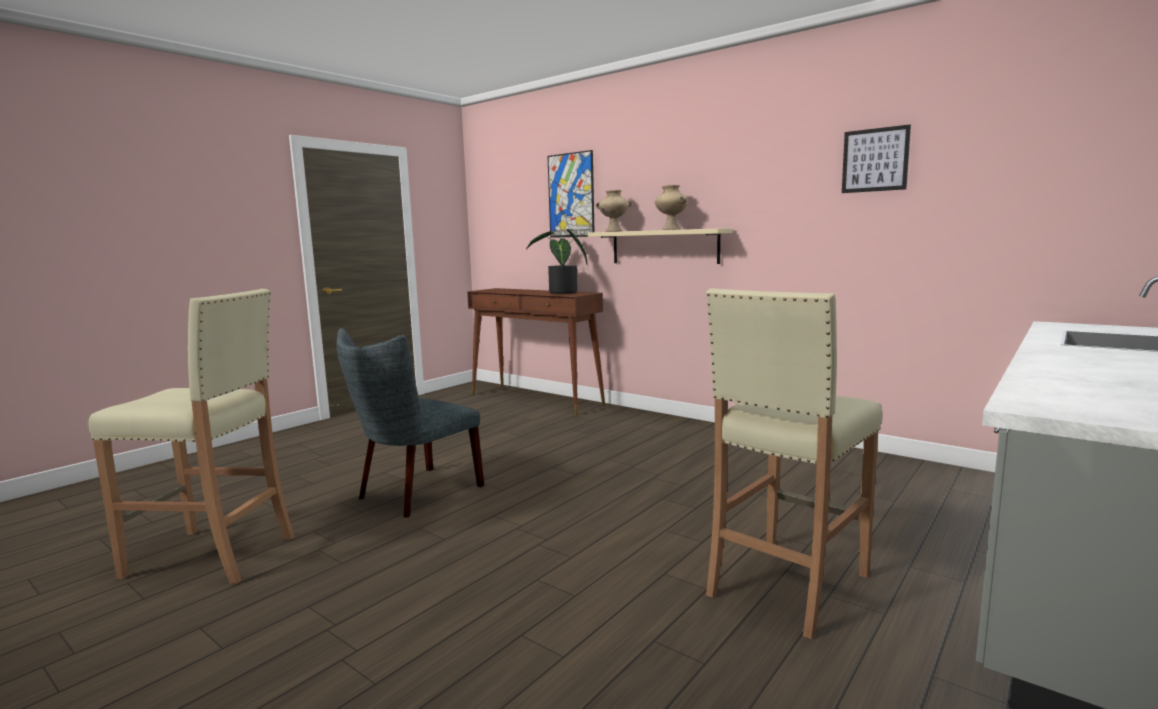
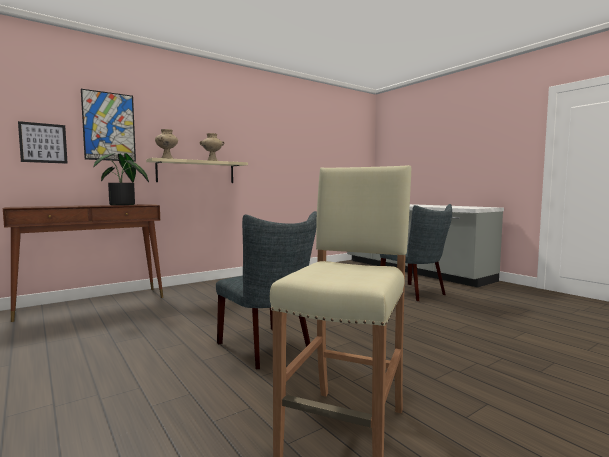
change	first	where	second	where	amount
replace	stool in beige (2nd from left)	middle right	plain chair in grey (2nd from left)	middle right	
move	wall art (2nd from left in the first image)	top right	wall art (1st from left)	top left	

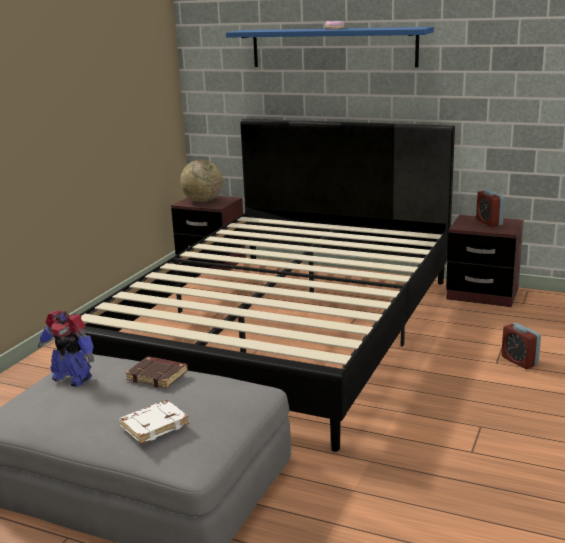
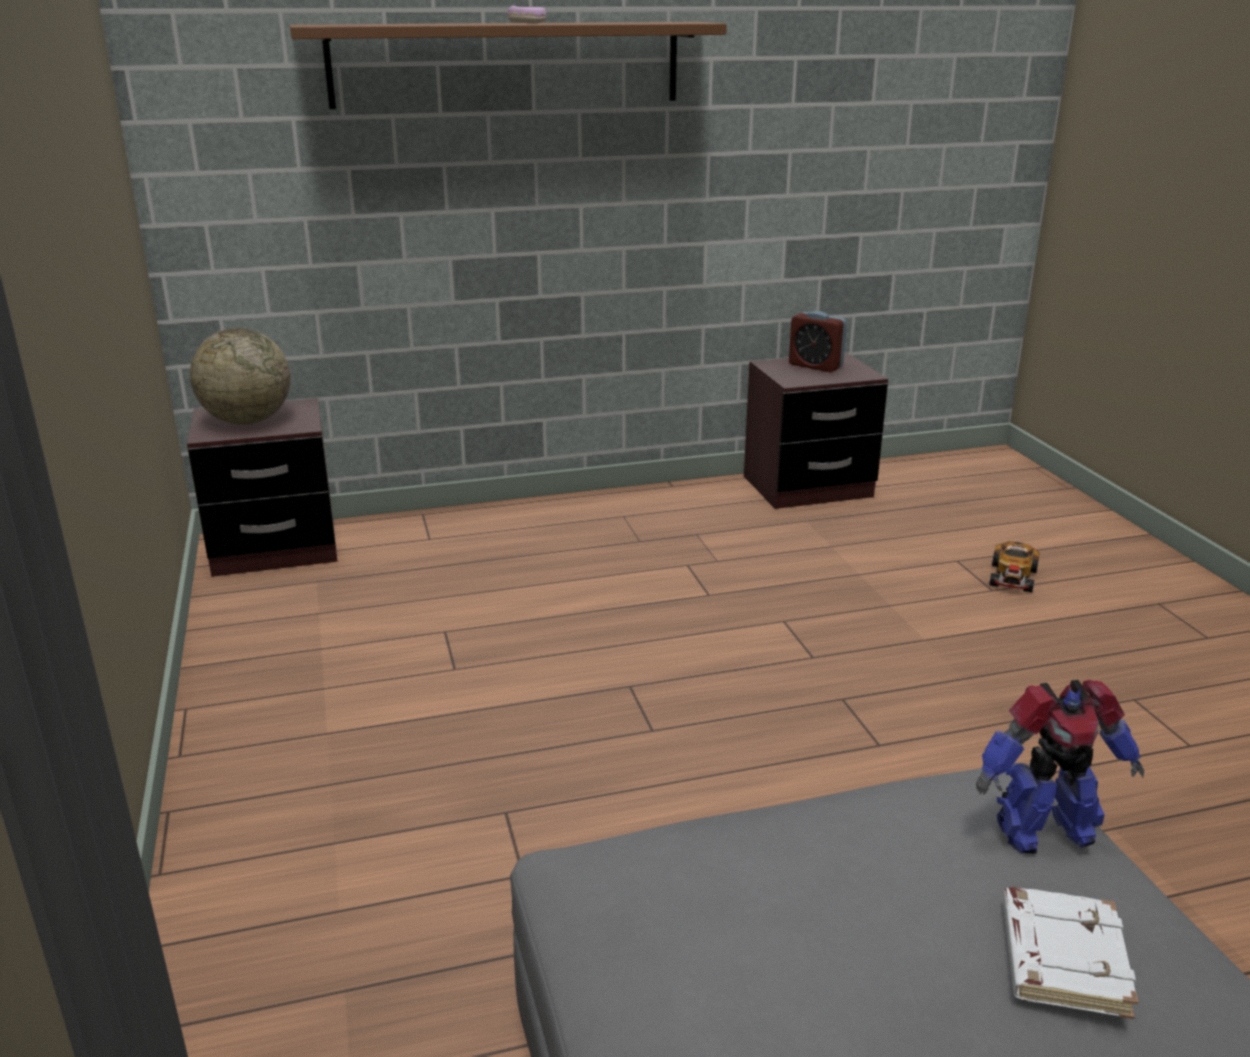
change	first	where	second	where	amount
move	robot figure	middle left		bottom right	
delete	bedroom bed in black-coloured	centre			
delete	volume in brown-coloured	bottom left			
recolor	wall shelf in bluish	top centre	wall shelf in brown-coloured	top centre	
replace	alarm clock (2nd from left)	middle right	miniature car	middle right	

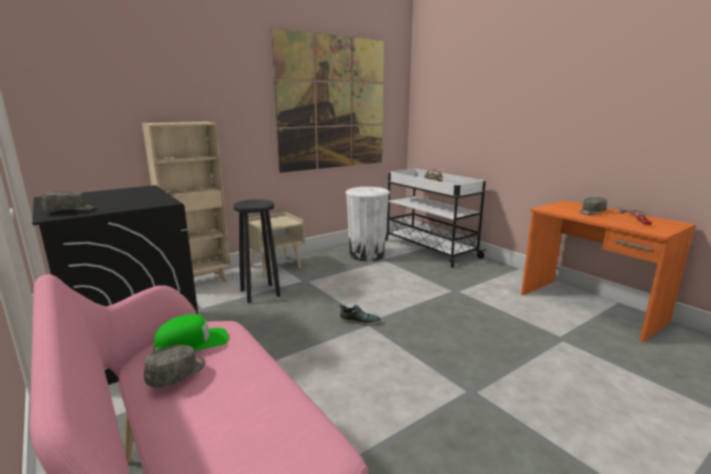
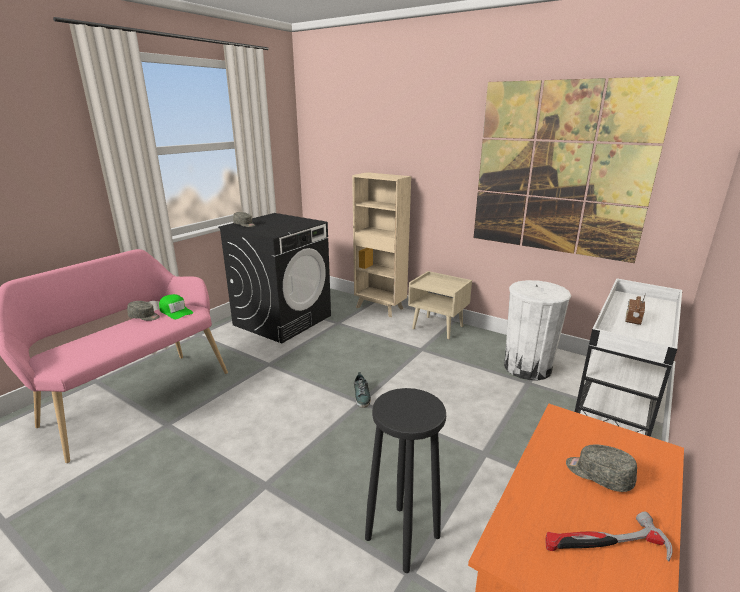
change	first	where	second	where	amount
move	stool in black-coloured	centre		bottom centre	

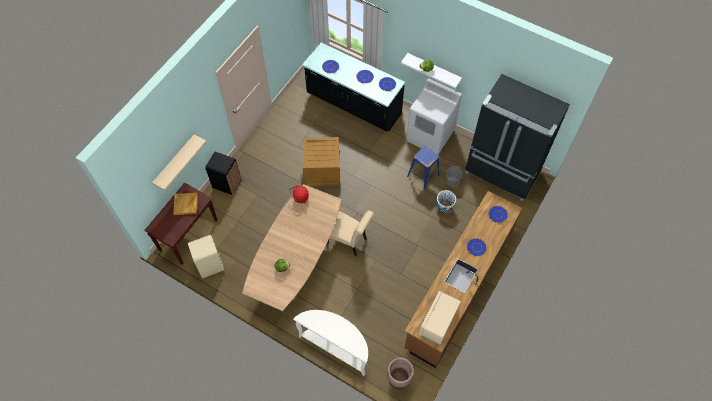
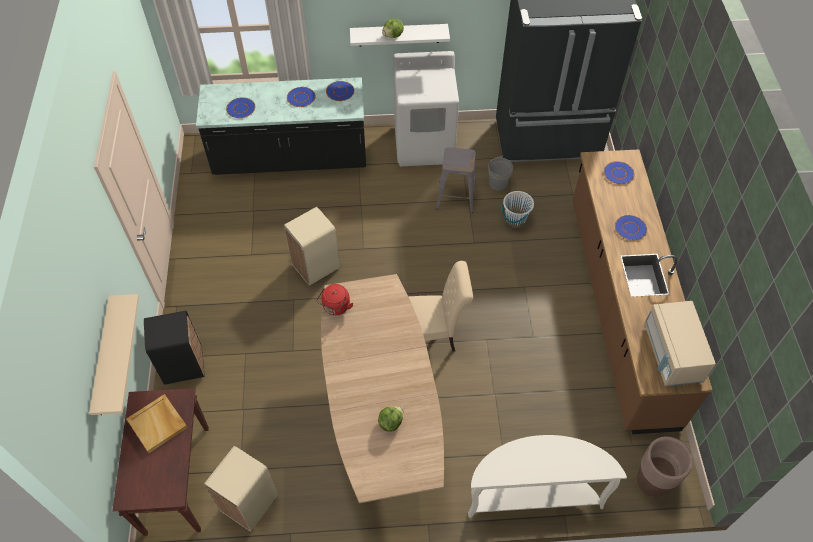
change	first	where	second	where	amount
replace	packing crate	centre	waste bin in beige (2nd from left)	centre	
recolor	stool in bluish	centre	stool in grey	top centre	

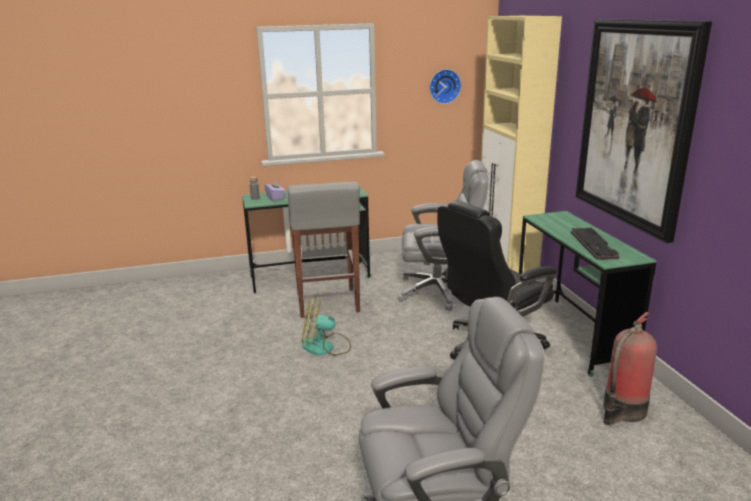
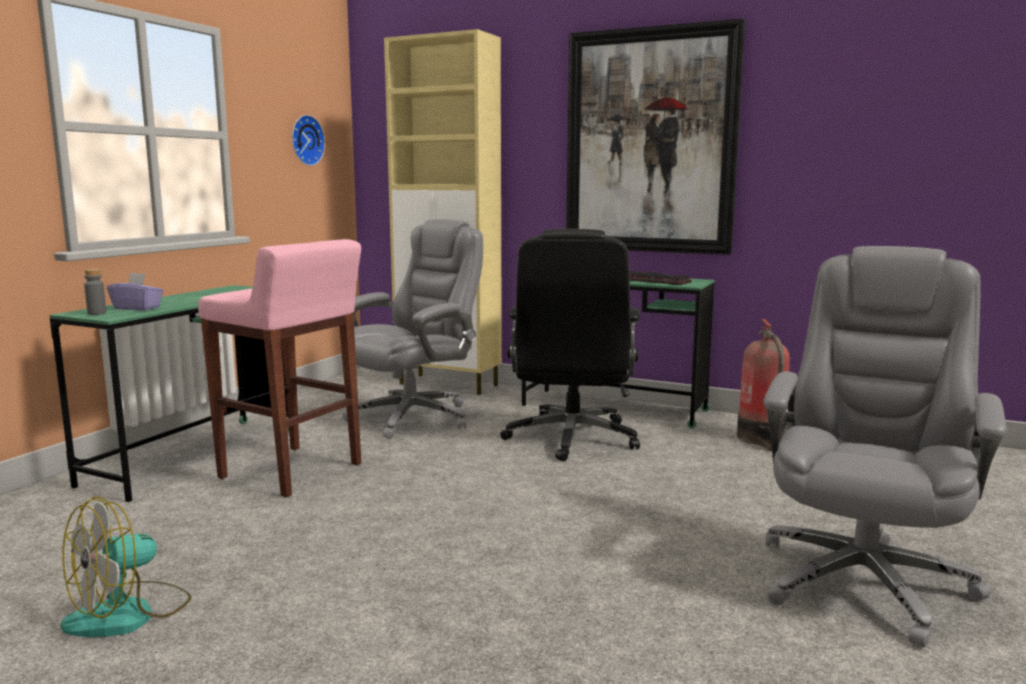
change	first	where	second	where	amount
recolor	stool in grey	centre	stool in pink-coloured	middle left	
move	fan	centre		bottom left	

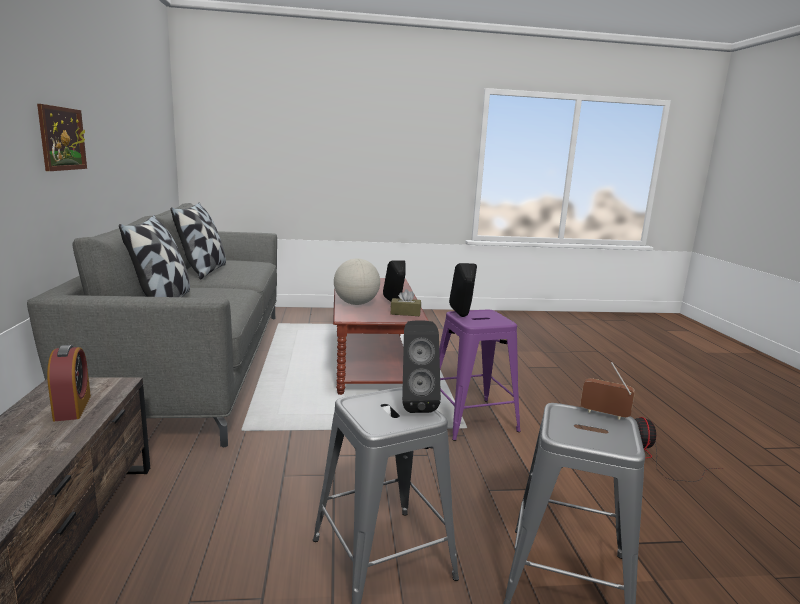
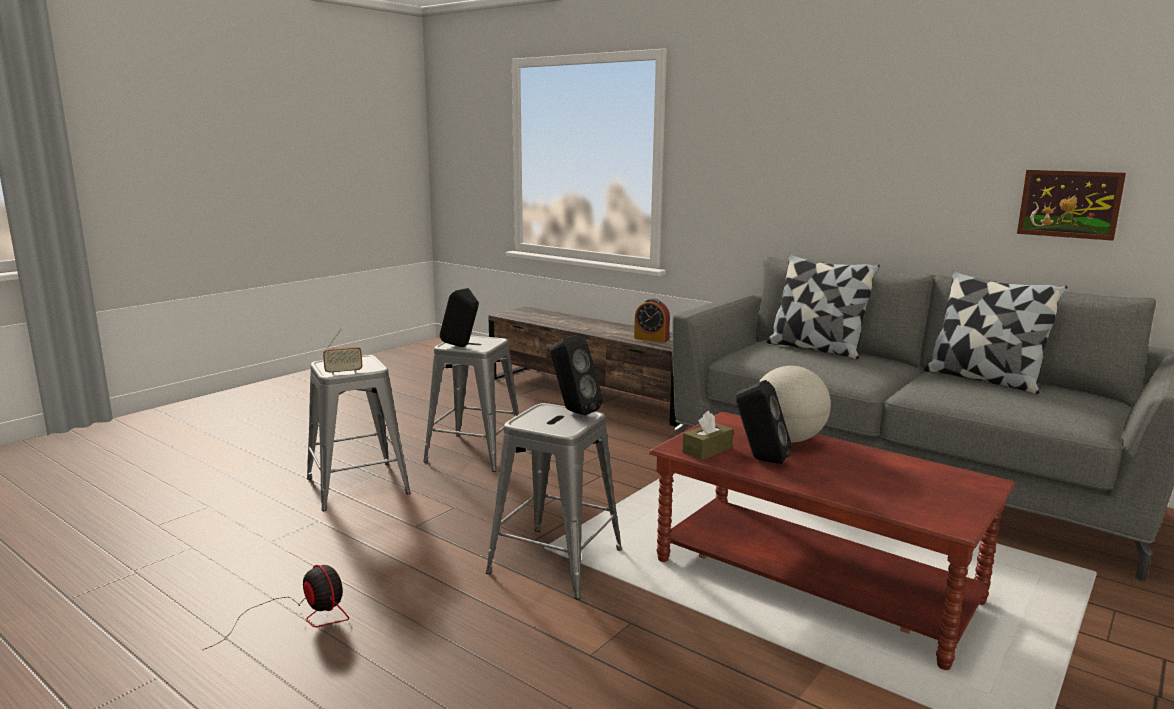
change	first	where	second	where	amount
move	wall art	top left		top right	
recolor	stool in purplish	centre	stool in grey (3rd from left)	bottom centre	

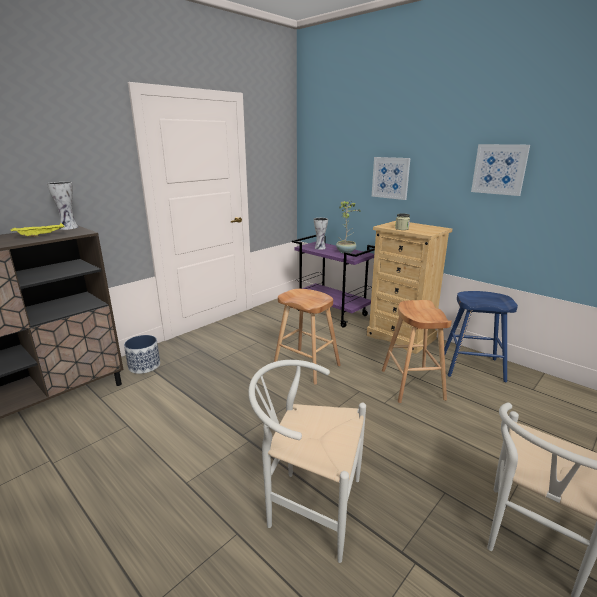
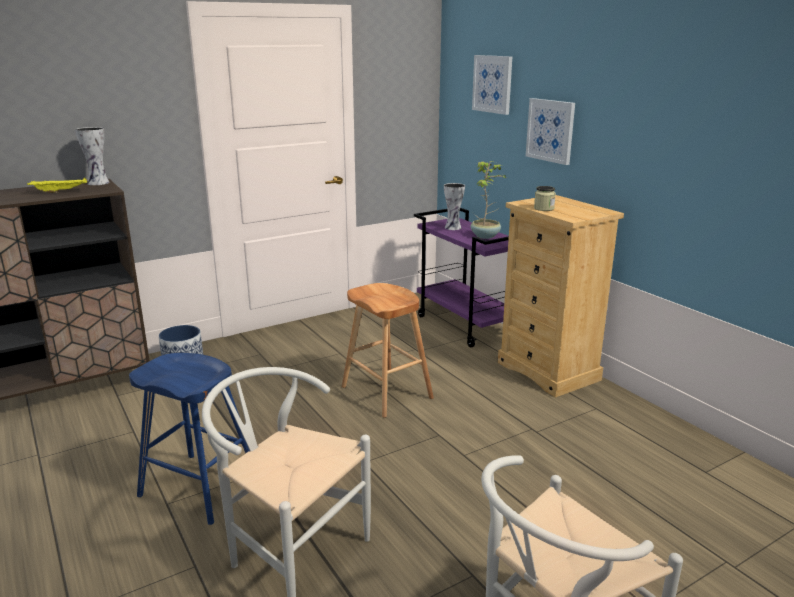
change	first	where	second	where	amount
delete	stool in brown-coloured (2nd from left)	middle right			
move	stool in bluish	middle right		bottom left	
move	wall art (2nd from left in the first image)	top right	wall art (1st from left)	top centre	

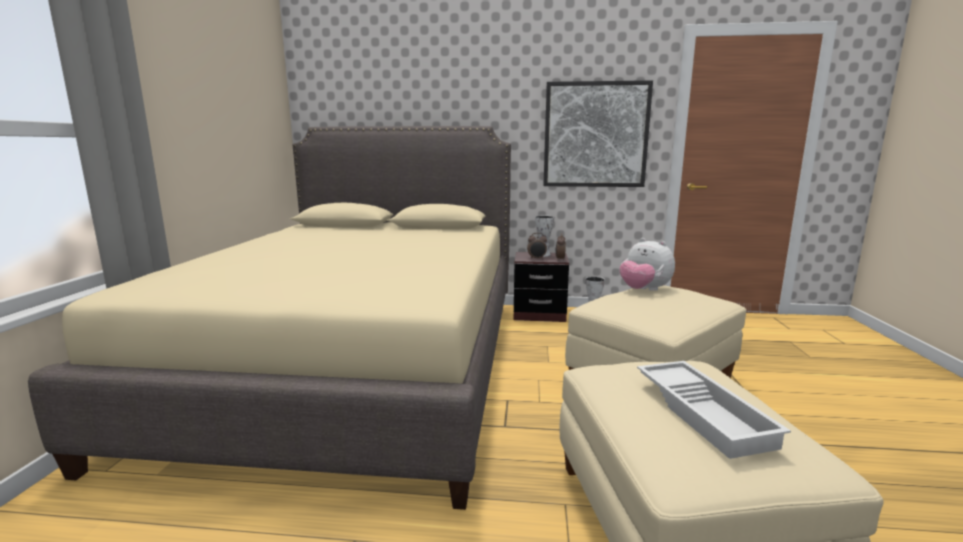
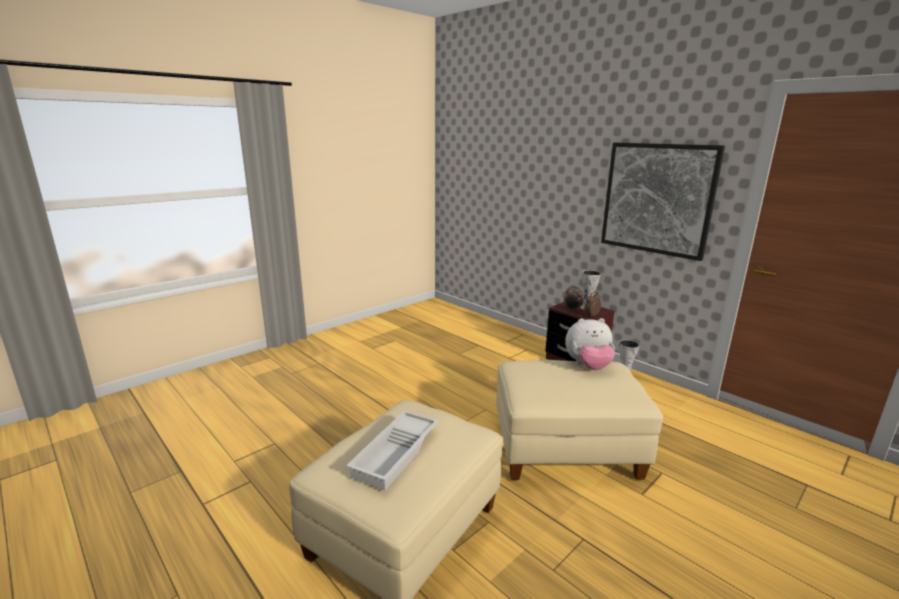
change	first	where	second	where	amount
delete	bedroom bed in beige	middle left			
rotate	soft toy	middle right		centre	90 degrees counterclockwise

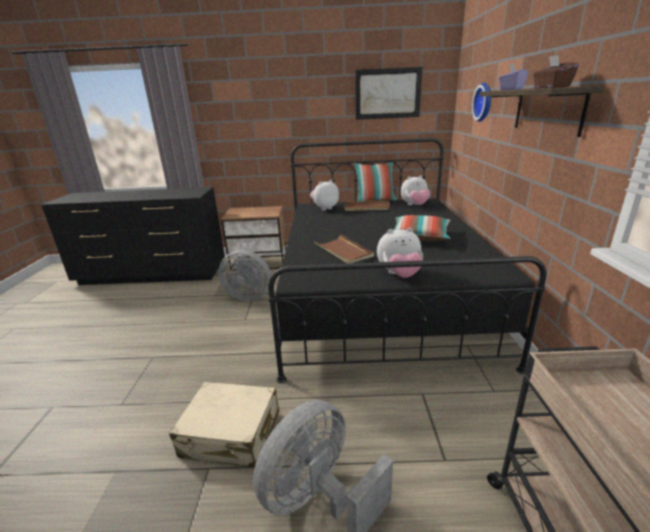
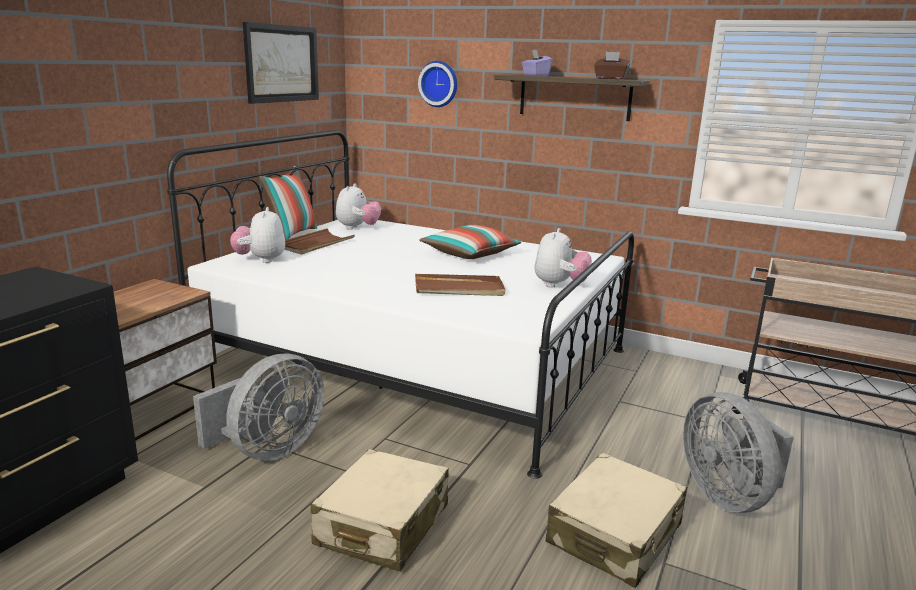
change	first	where	second	where	amount
recolor	bedroom bed in black-coloured	centre	bedroom bed in white-coloured	centre	
insert			suitcase in beige (1st from left)	bottom centre	

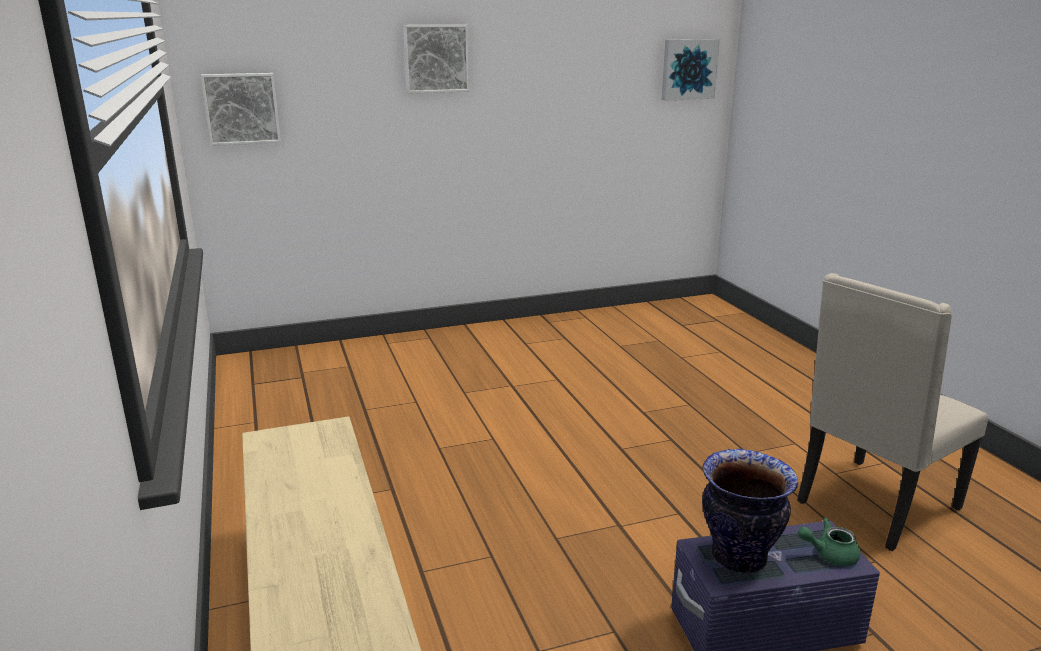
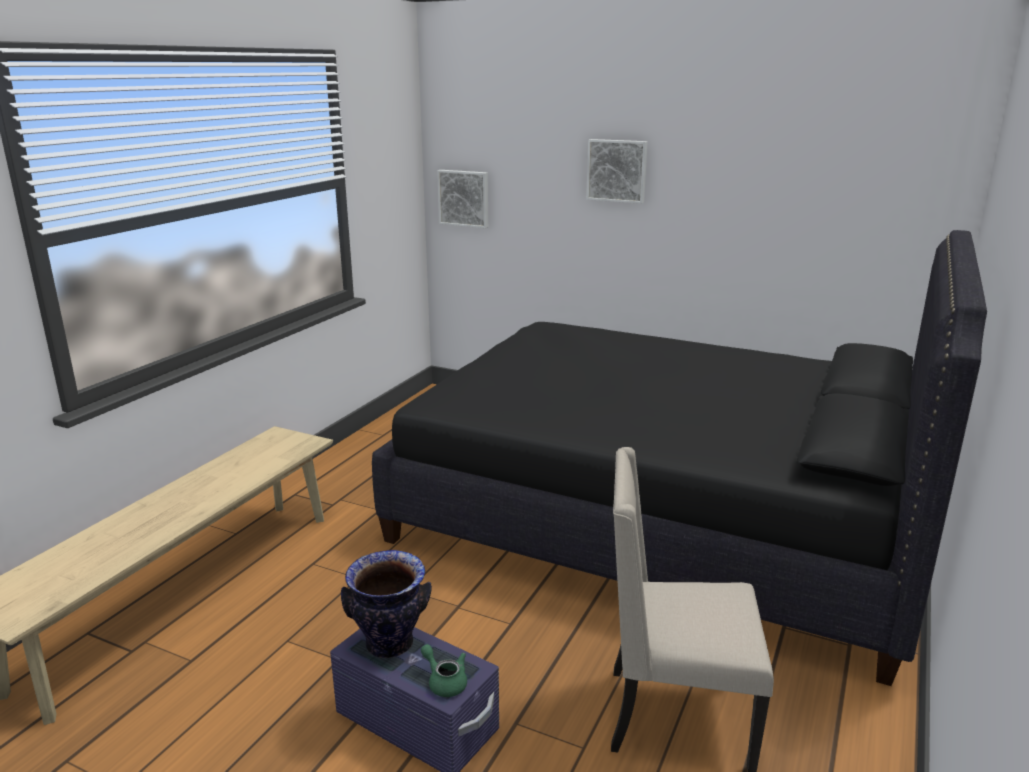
change	first	where	second	where	amount
delete	wall art (3rd from left)	top centre			
insert			bedroom bed in black-coloured	centre	

